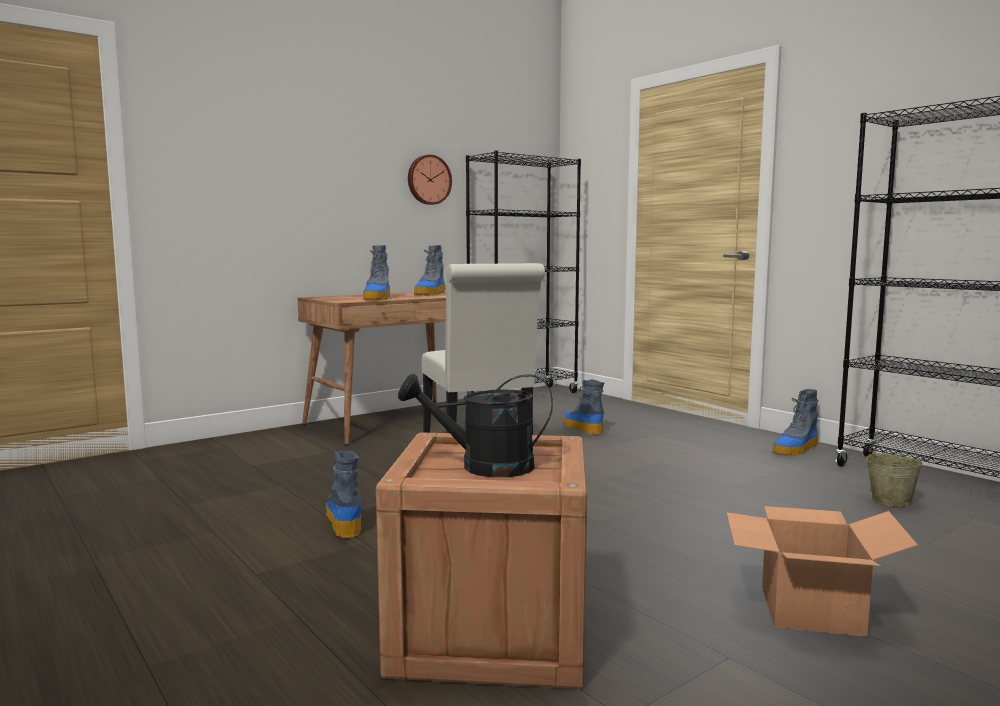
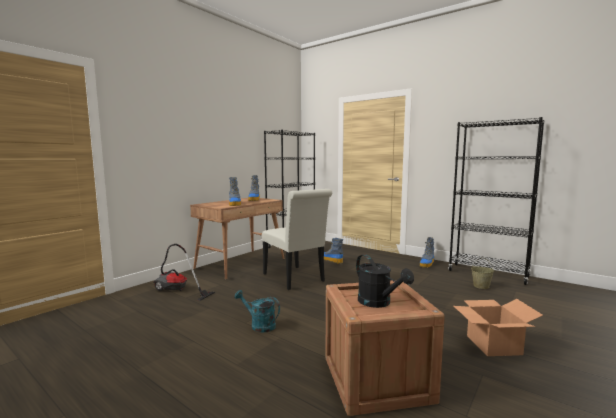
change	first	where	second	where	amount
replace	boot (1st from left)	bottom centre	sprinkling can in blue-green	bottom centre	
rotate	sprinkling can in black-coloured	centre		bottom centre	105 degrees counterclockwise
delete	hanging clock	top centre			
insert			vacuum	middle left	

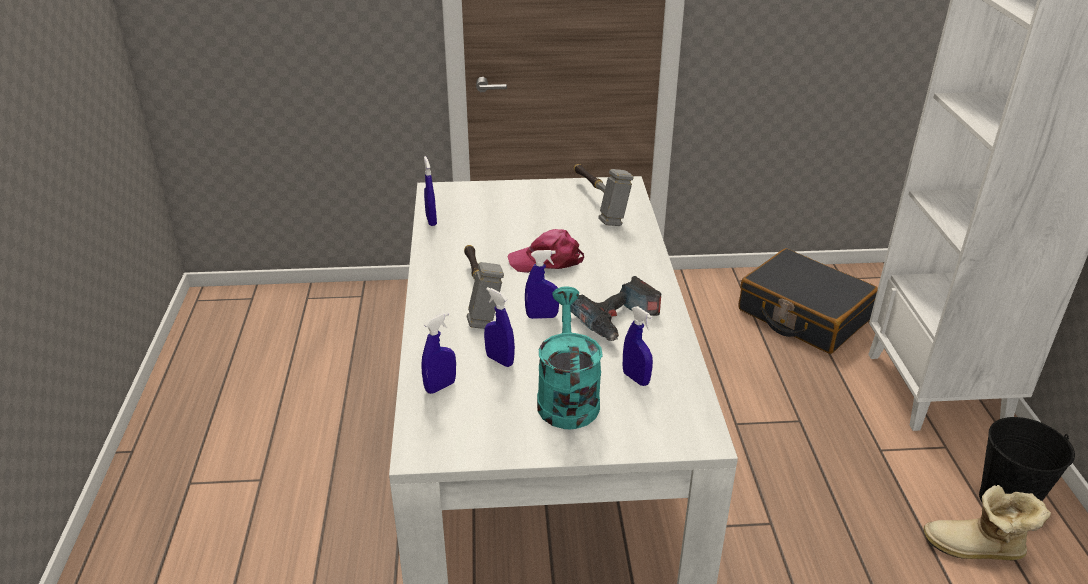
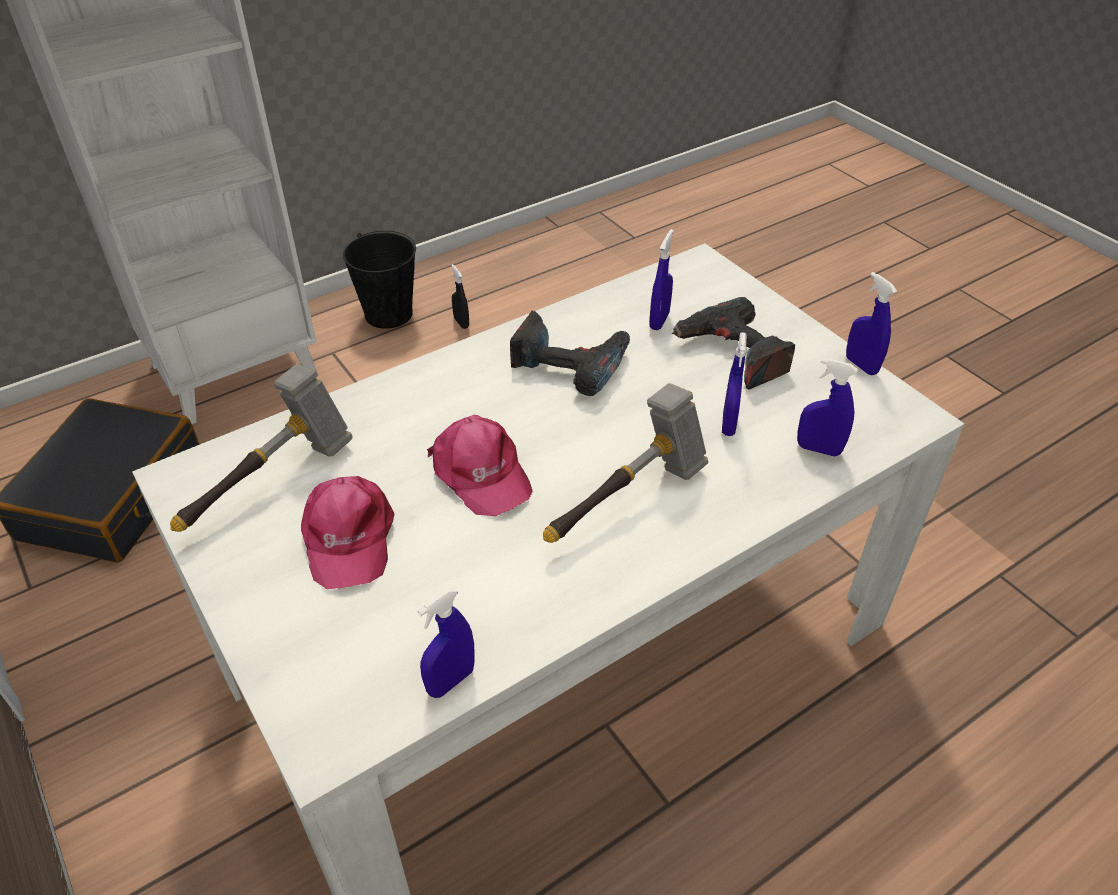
change	first	where	second	where	amount
move	hand sprayer in bluish (4th from left in the first image)	centre	hand sprayer in bluish (5th from left)	middle right	
replace	sprinkling can in blue-green	centre	drill (2nd from left)	centre	
replace	boot	bottom right	hand sprayer in black-coloured	top centre	
insert			baseball cap in pink-coloured (1st from left)	middle left	

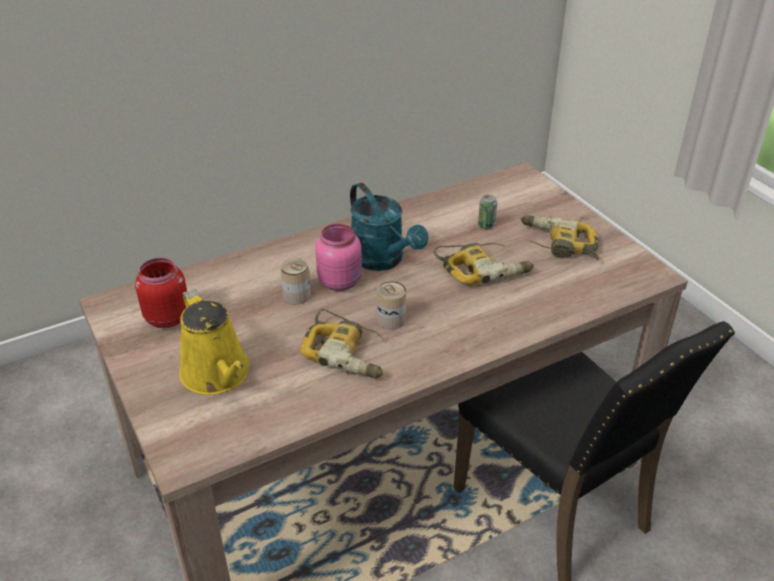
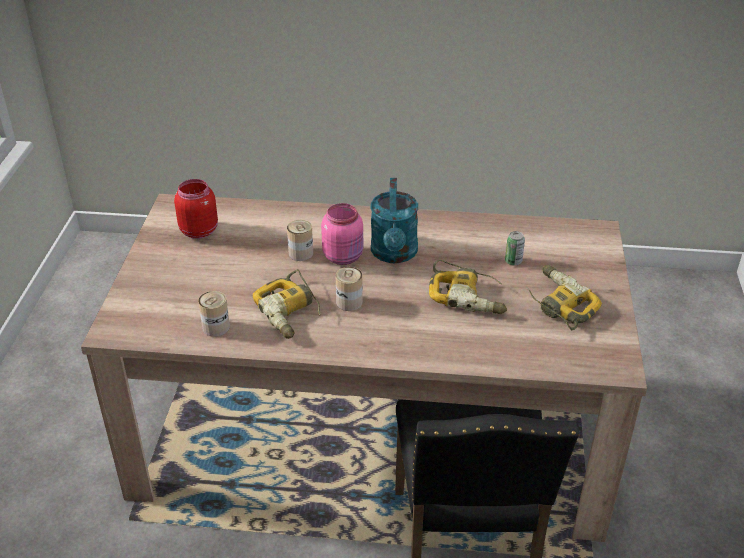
change	first	where	second	where	amount
delete	sprinkling can in yellow	middle left			
insert			sealed can (1st from left)	middle left	

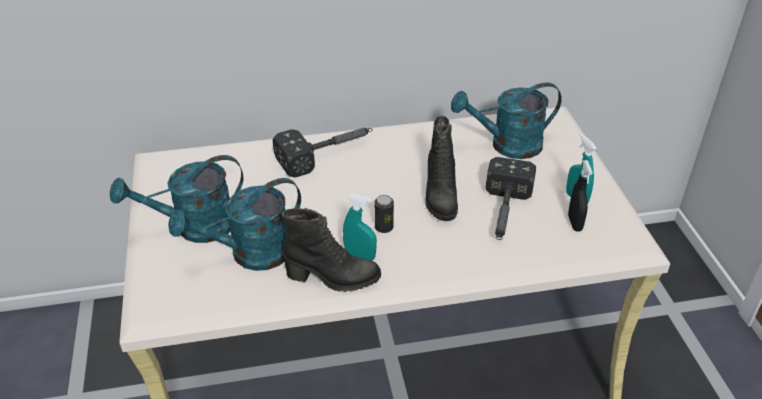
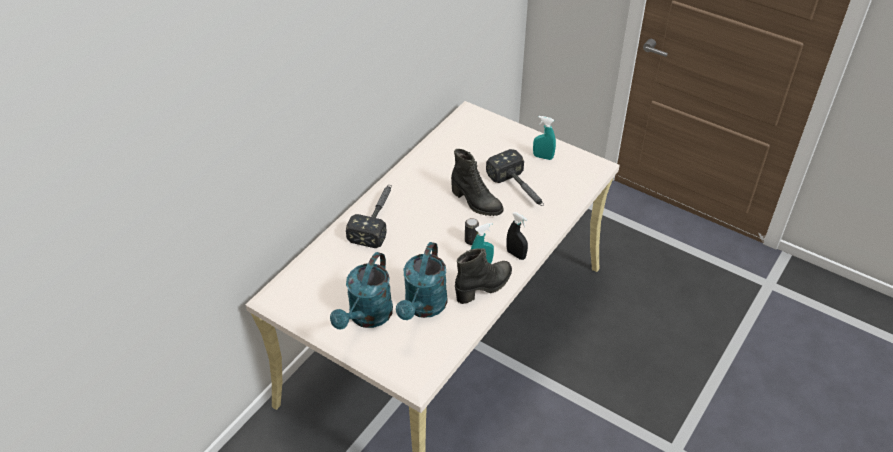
change	first	where	second	where	amount
delete	sprinkling can in blue-green (3rd from left)	top centre			
move	hand sprayer in black-coloured	middle right		centre	

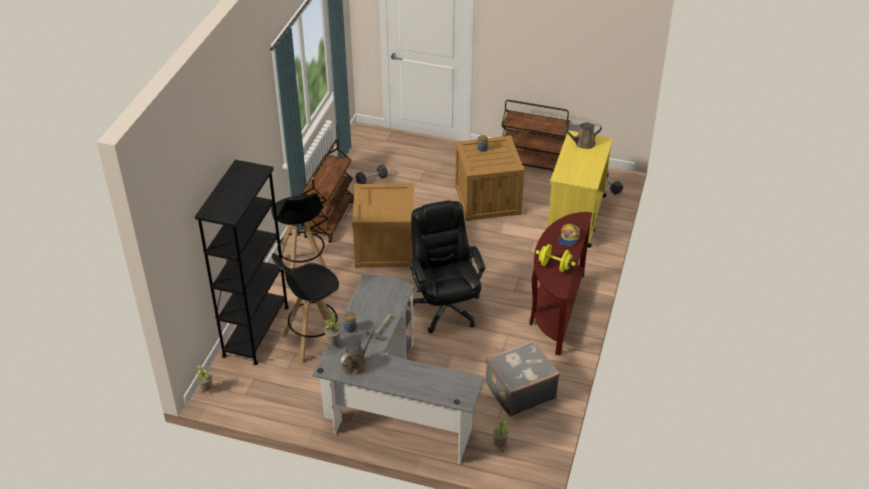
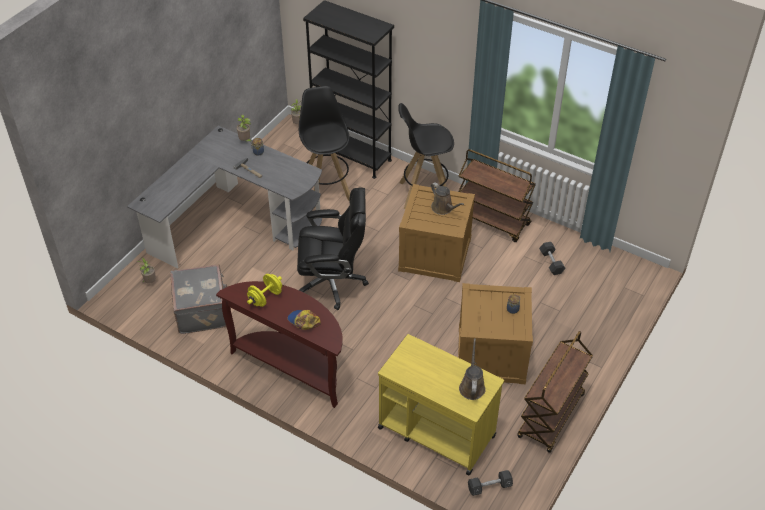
change	first	where	second	where	amount
move	sprinkling can in brown-coloured (1st from left)	bottom centre		centre	

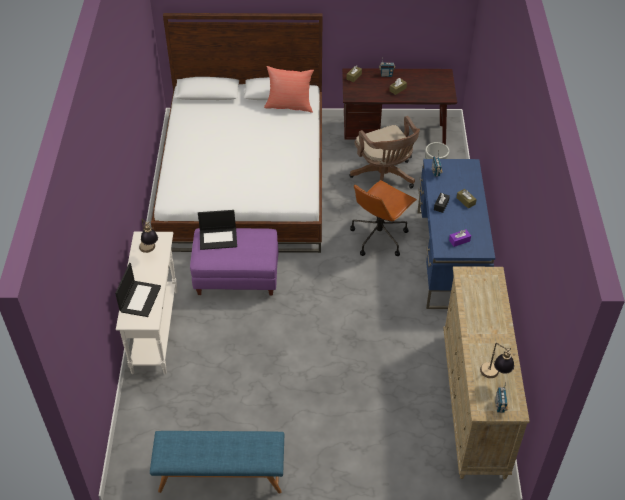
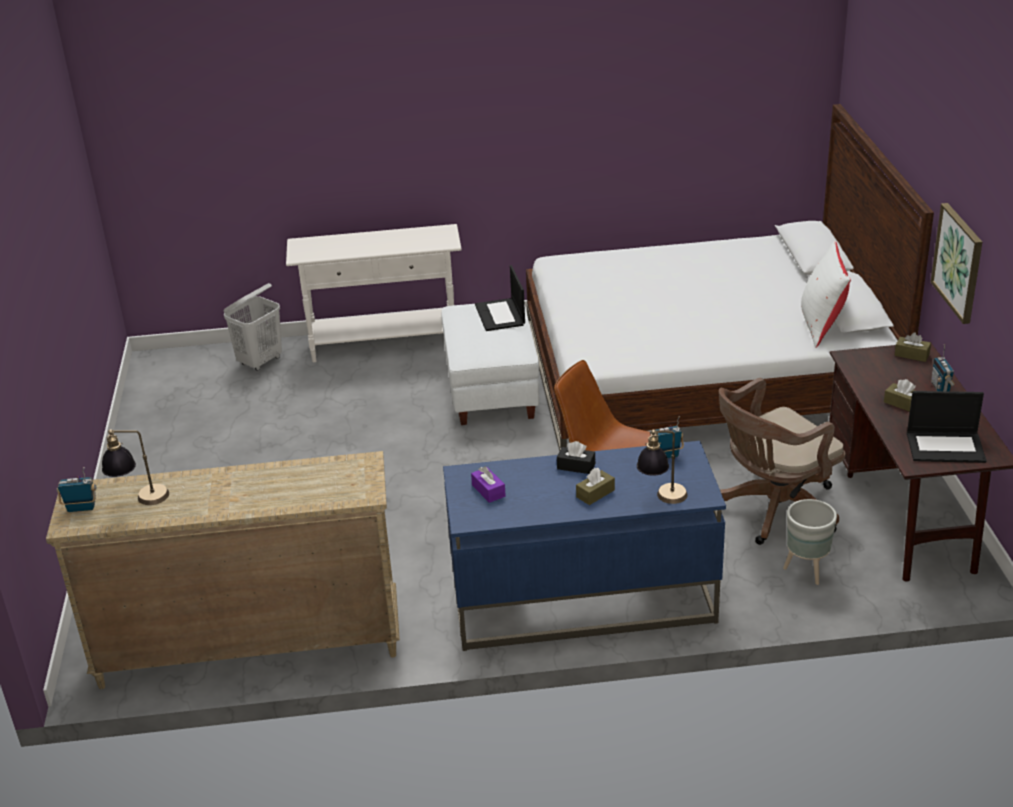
change	first	where	second	where	amount
move	notebook computer (1st from left in the first image)	middle left	notebook computer (2nd from left)	middle right	
move	lamp for a table (1st from left in the first image)	middle left	lamp for a table (2nd from left)	centre	
delete	bench in bluish	bottom centre			
recolor	footrest in purplish	centre	footrest in white-coloured	centre	
recolor	throw pillow in red	top centre	throw pillow in white-coloured	middle right	
insert			hamper in white-coloured	middle left	
insert			wall art	top right	

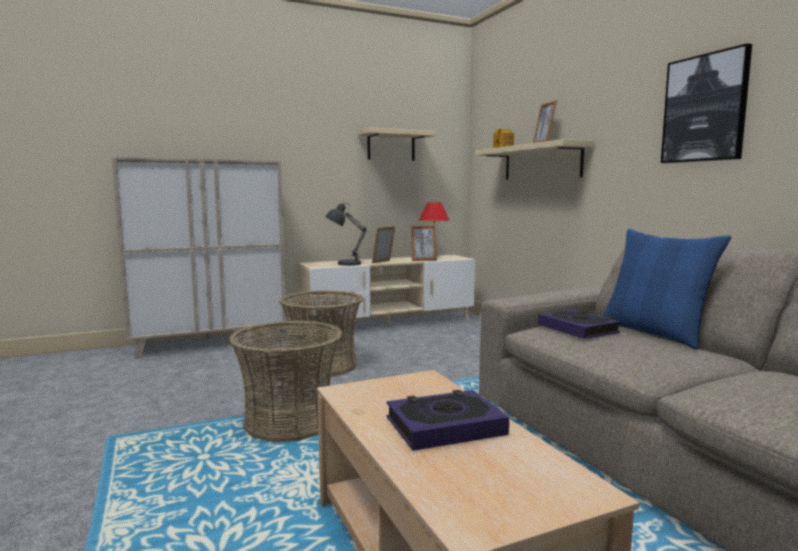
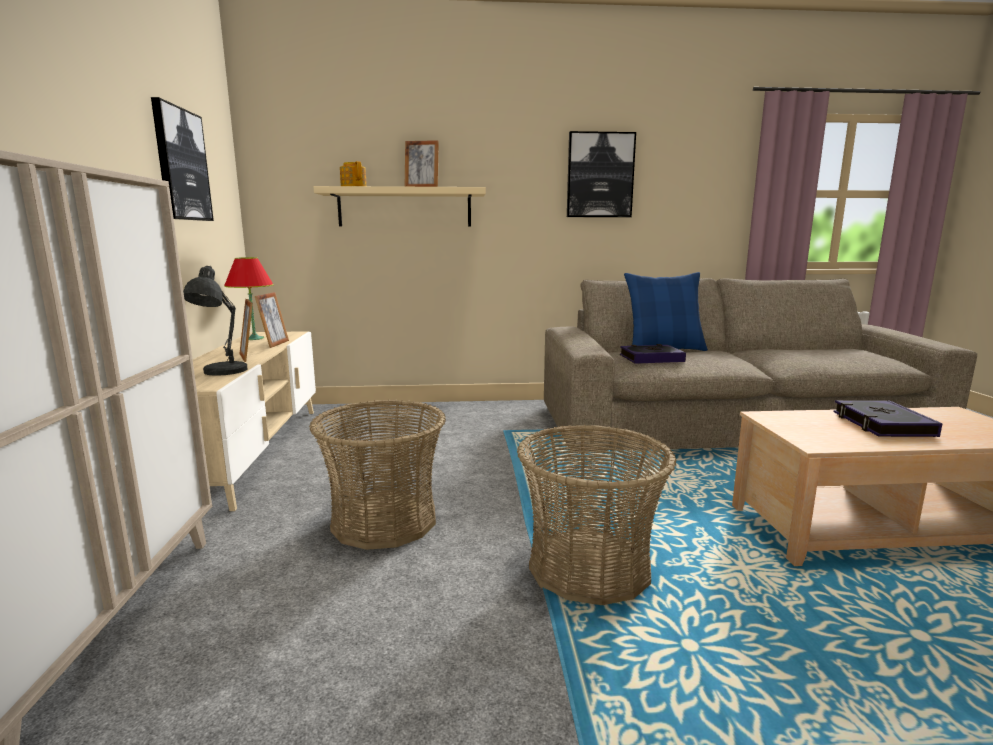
change	first	where	second	where	amount
replace	wall shelf in beige (1st from left)	top centre	wall art (1st from left)	top left	

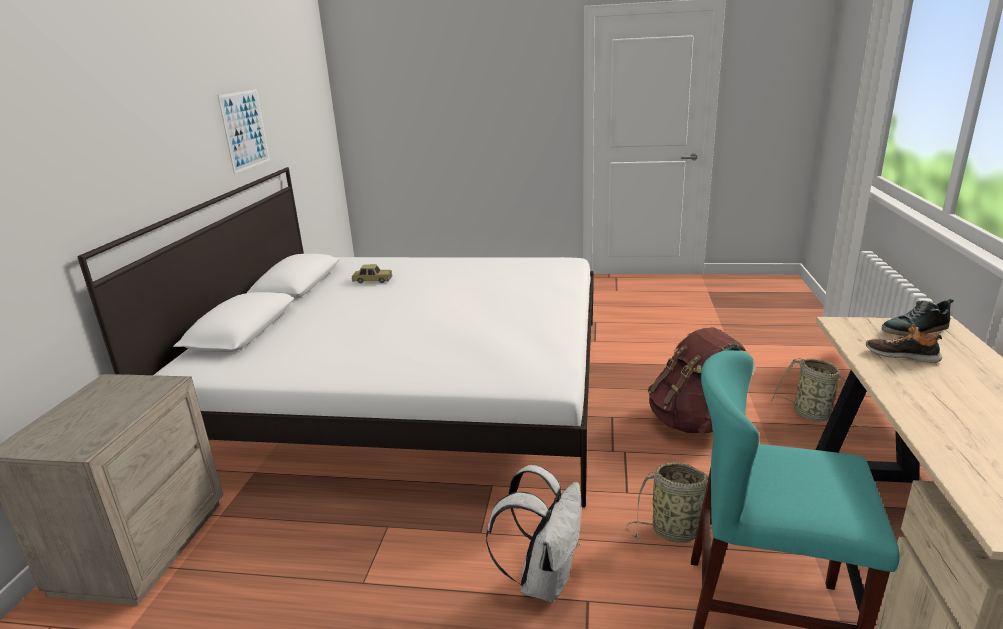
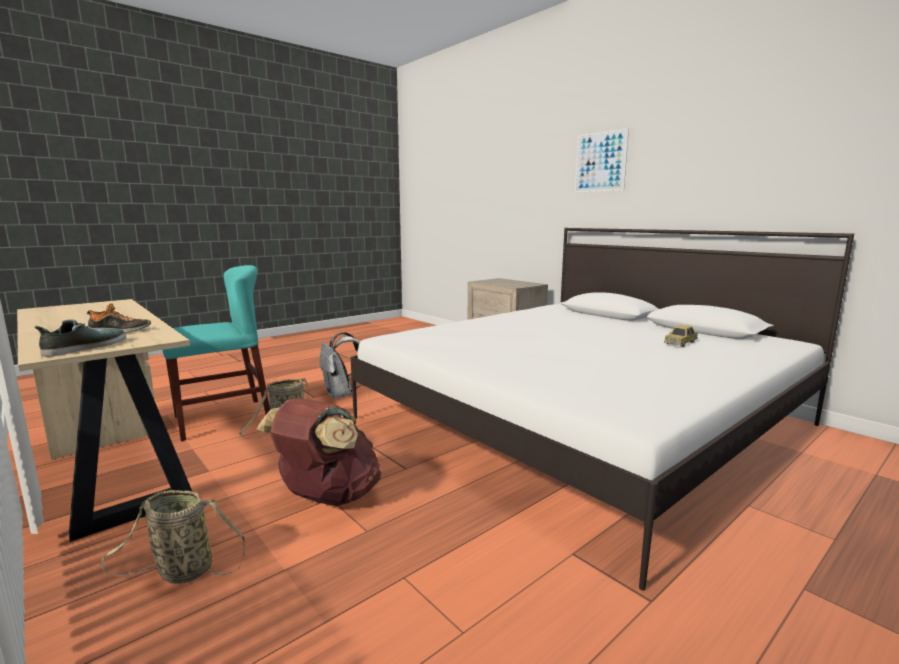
change	first	where	second	where	amount
move	wall art	top left		top right	

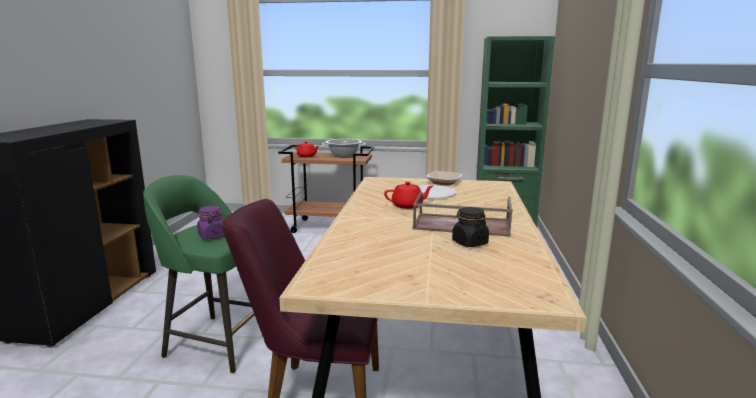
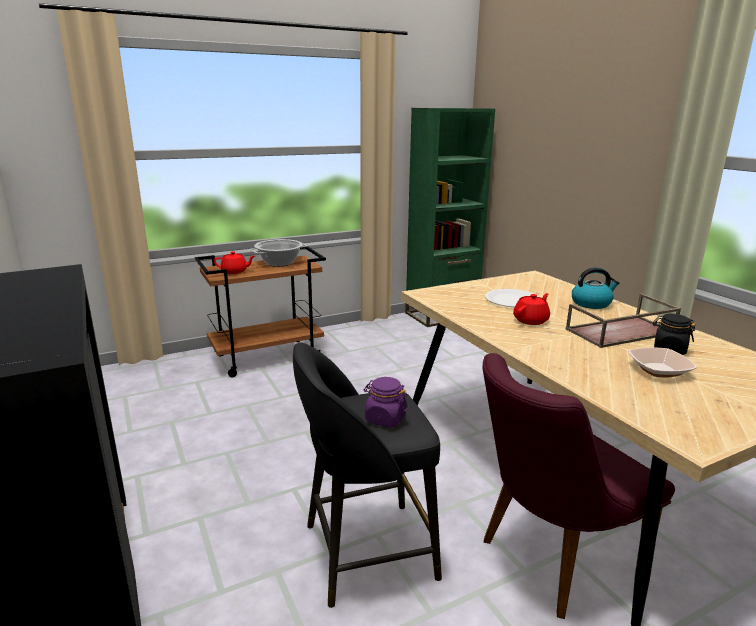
change	first	where	second	where	amount
recolor	stool in green	bottom left	stool in black-coloured	bottom centre	
move	deep dish	centre		middle right	
insert			kettle	middle right	

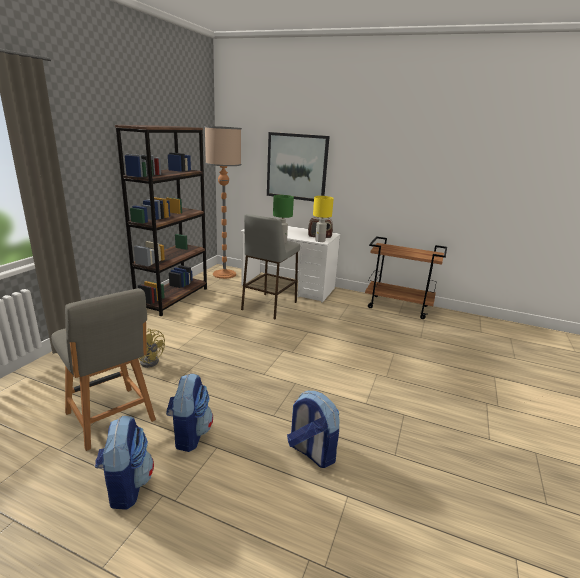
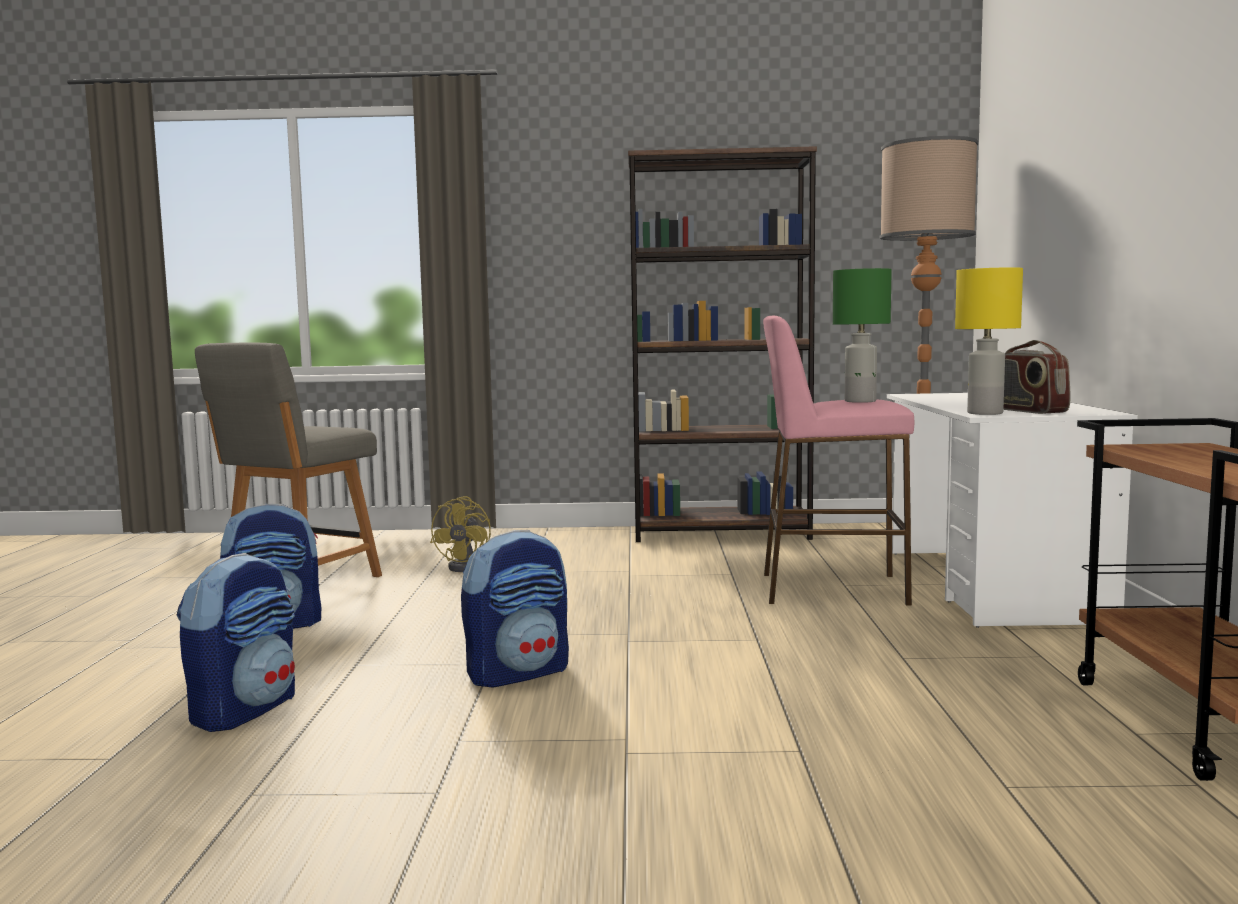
change	first	where	second	where	amount
move	backpack (1st from left in the first image)	bottom left	backpack (3rd from left)	bottom centre	
recolor	stool in grey	centre	stool in pink-coloured	middle right	
delete	wall art	top centre			

